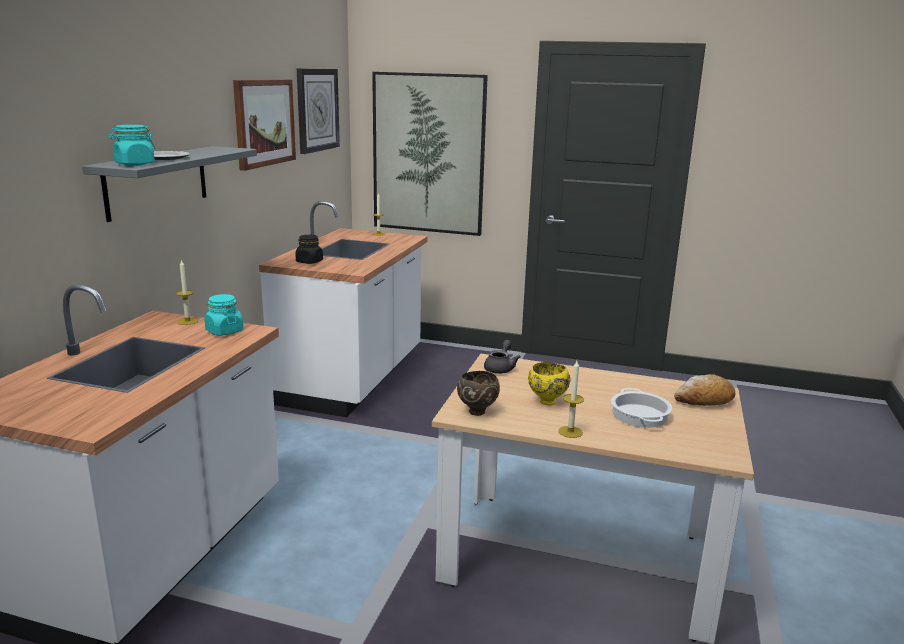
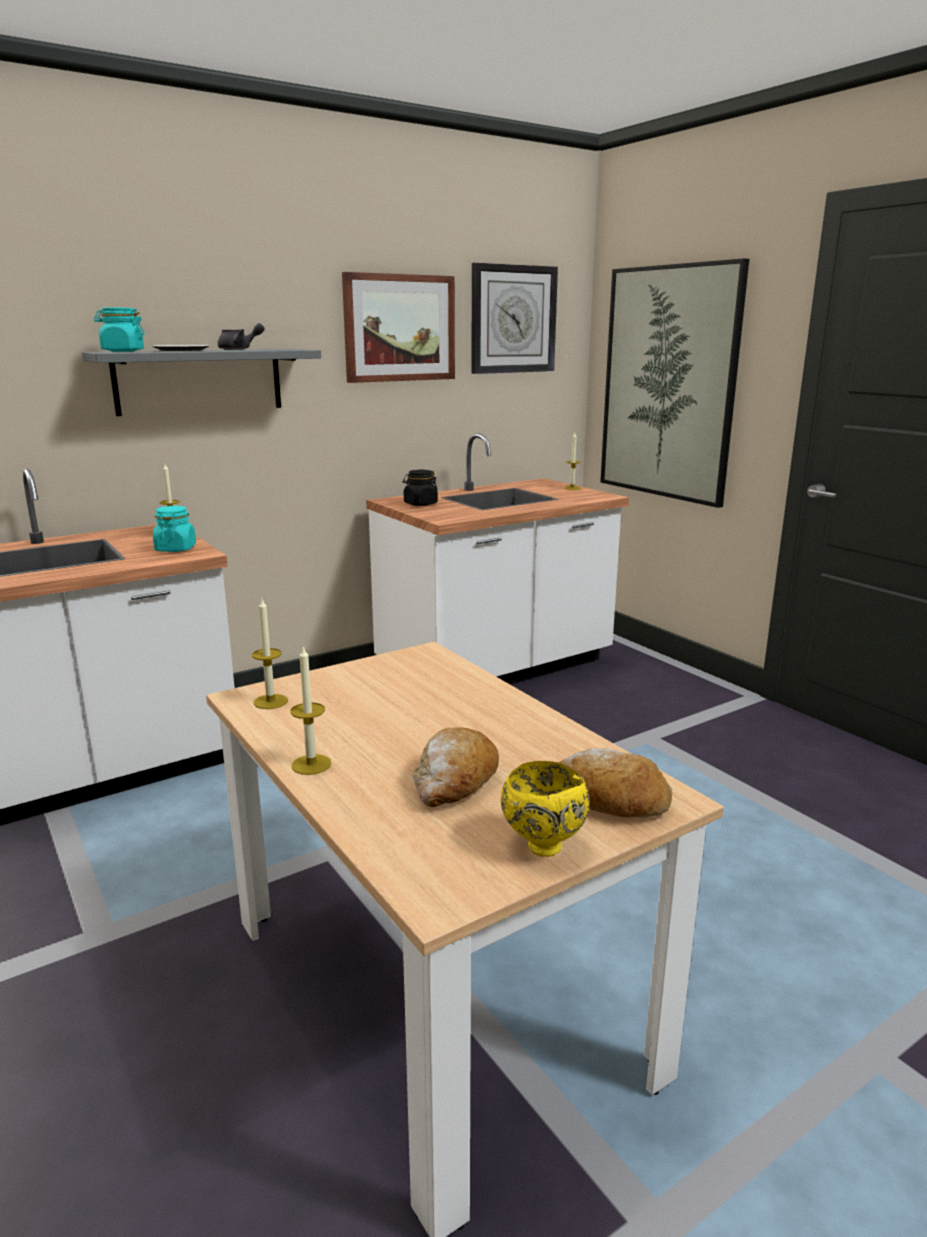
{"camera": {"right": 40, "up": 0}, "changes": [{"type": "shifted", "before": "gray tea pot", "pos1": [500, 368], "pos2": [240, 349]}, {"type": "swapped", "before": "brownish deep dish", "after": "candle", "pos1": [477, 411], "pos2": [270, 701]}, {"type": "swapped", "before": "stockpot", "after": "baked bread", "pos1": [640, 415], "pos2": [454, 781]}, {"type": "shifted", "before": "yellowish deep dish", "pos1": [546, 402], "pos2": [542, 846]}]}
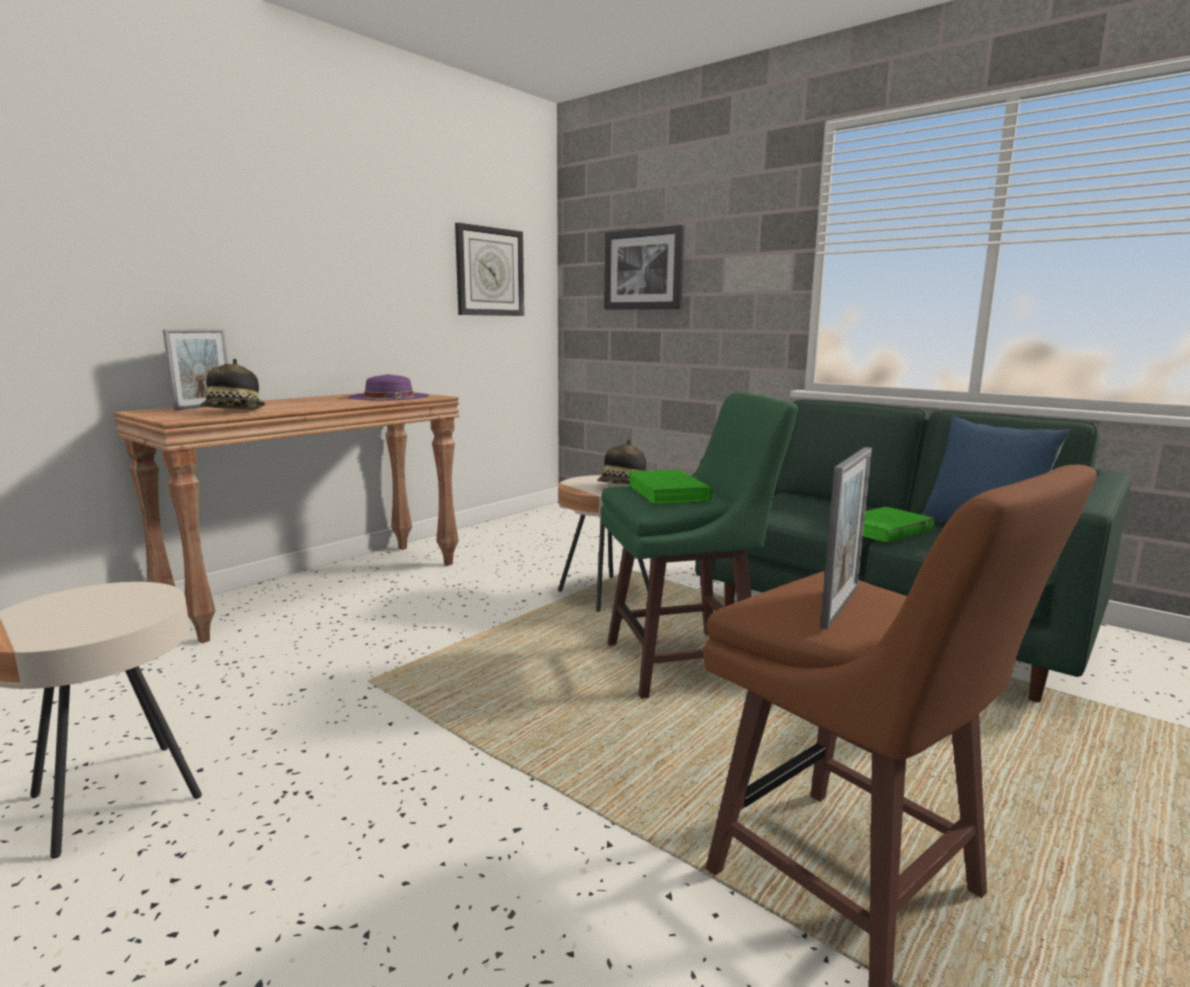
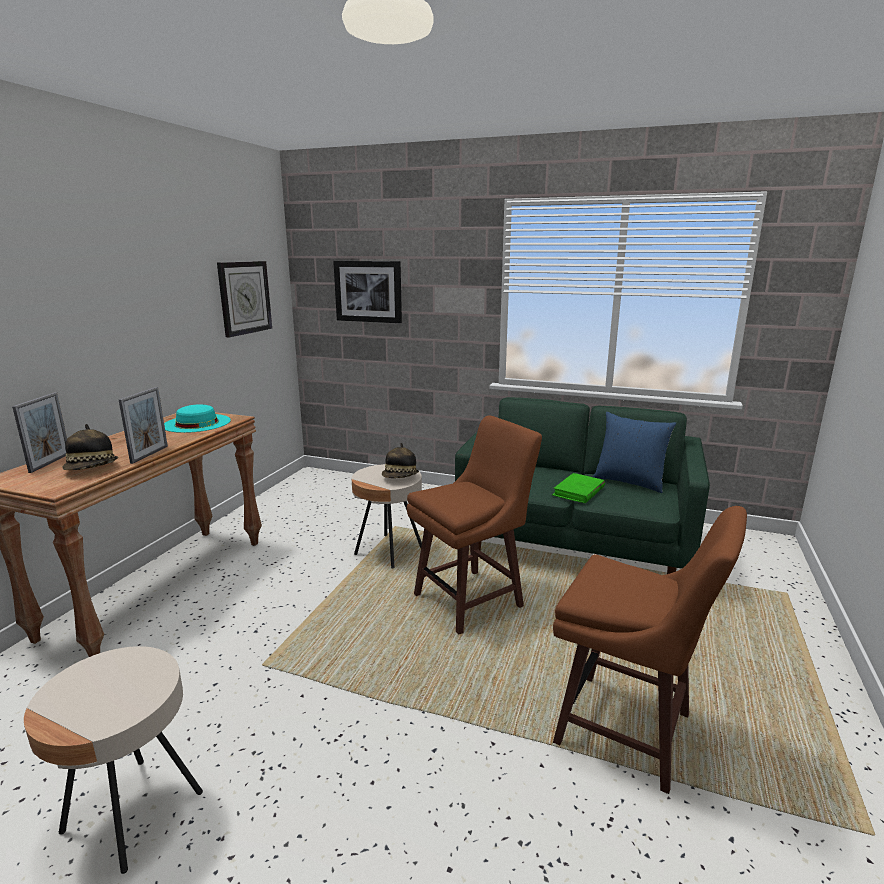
{"camera": {"right": -20, "up": 5}, "changes": [{"type": "shifted", "before": "photo frame", "pos1": [840, 606], "pos2": [149, 454]}, {"type": "repainted", "before": "purplish clothing hat", "after": "turquoise-coloured clothing hat", "pos1": [389, 396], "pos2": [197, 423]}, {"type": "repainted", "before": "green sitting stool", "after": "brownish sitting stool", "pos1": [685, 663], "pos2": [471, 600]}, {"type": "gone", "before": "green volume", "pos1": [667, 492]}]}
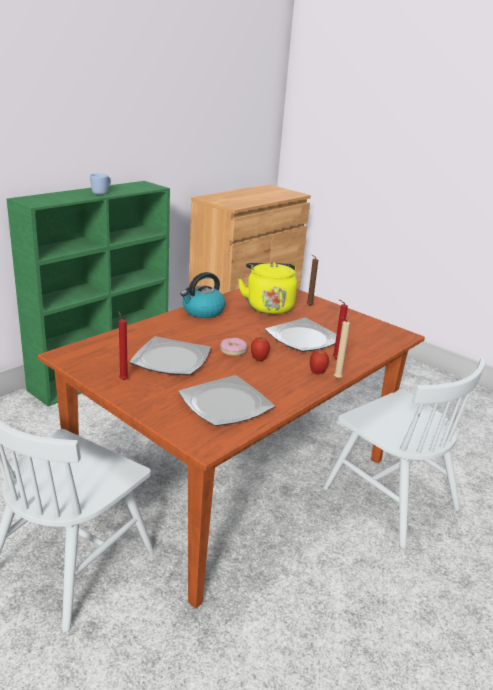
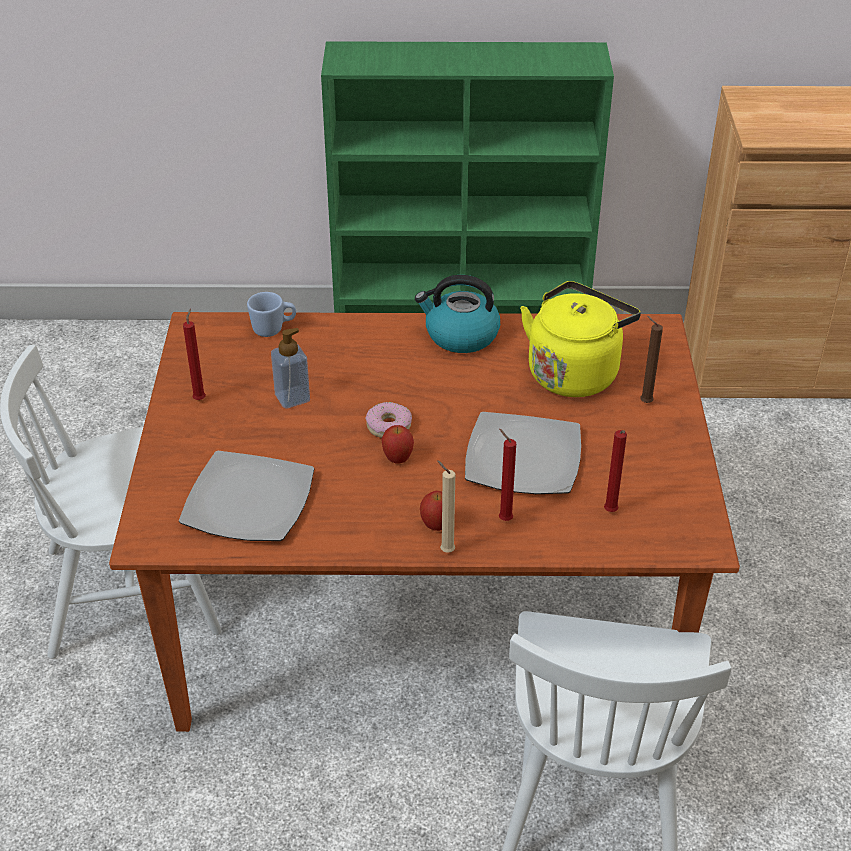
{"camera": {"right": 50, "up": 15}, "changes": [{"type": "shifted", "before": "bluish mug", "pos1": [102, 193], "pos2": [273, 329]}, {"type": "swapped", "before": "dinner plate", "after": "soap dispenser", "pos1": [170, 359], "pos2": [292, 398]}, {"type": "new", "after": "reddish candle", "pos2": [610, 513]}]}
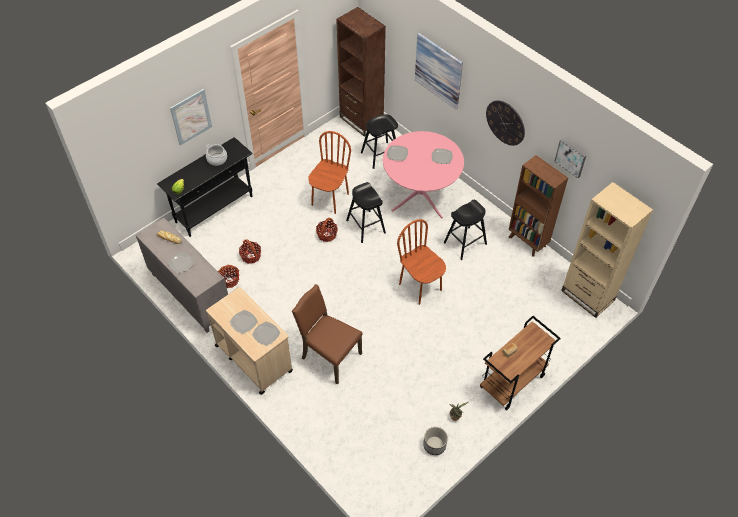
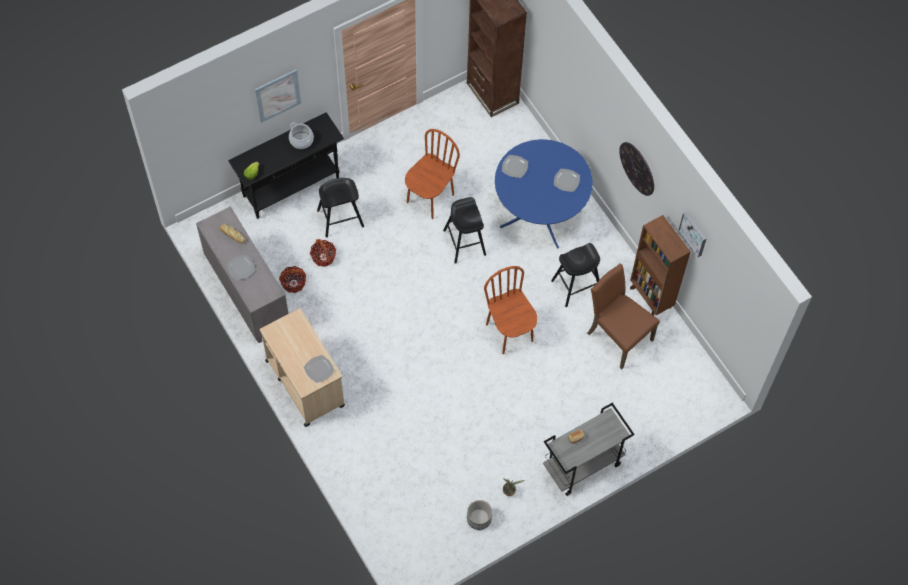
{"camera": {"right": 10, "up": 10}, "changes": [{"type": "shifted", "before": "blackish sitting stool", "pos1": [380, 155], "pos2": [340, 218]}, {"type": "repainted", "before": "pinkish kitchen table", "after": "bluish kitchen table", "pos1": [420, 196], "pos2": [539, 213]}, {"type": "repainted", "before": "brownish cart", "after": "gray cart", "pos1": [512, 382], "pos2": [582, 466]}, {"type": "shifted", "before": "brownish plain chair", "pos1": [329, 356], "pos2": [617, 336]}, {"type": "gone", "before": "dinner plate", "pos1": [243, 322]}, {"type": "gone", "before": "household basket", "pos1": [327, 234]}, {"type": "gone", "before": "wall art", "pos1": [438, 71]}, {"type": "gone", "before": "beige-coloured shelving unit", "pos1": [587, 295]}]}
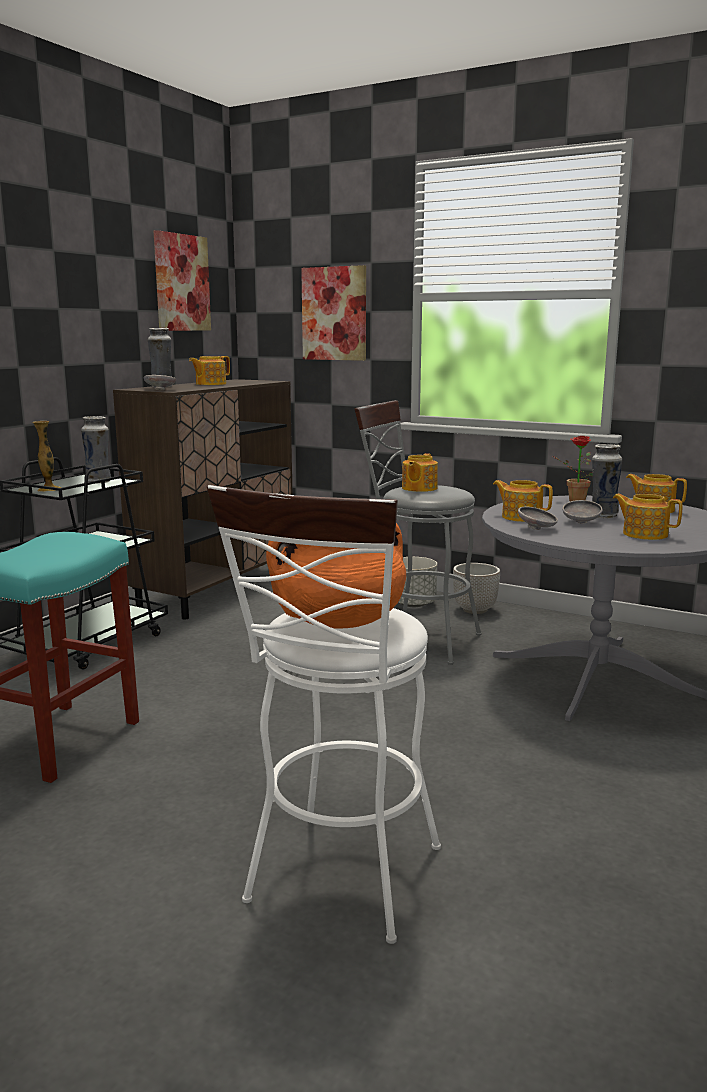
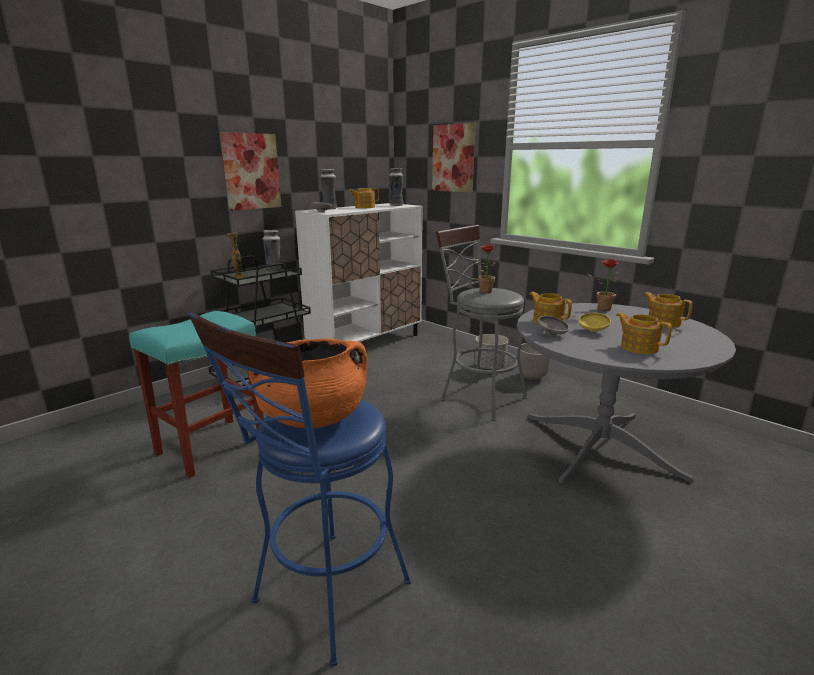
{"camera": {"right": 15, "up": 5}, "changes": [{"type": "repainted", "before": "whitish sitting stool", "after": "bluish sitting stool", "pos1": [339, 883], "pos2": [323, 600]}, {"type": "shifted", "before": "wall art", "pos1": [181, 283], "pos2": [251, 171]}, {"type": "repainted", "before": "brownish cupboard", "after": "whitish cupboard", "pos1": [217, 589], "pos2": [366, 343]}, {"type": "shifted", "before": "vase", "pos1": [602, 515], "pos2": [396, 205]}, {"type": "swapped", "before": "tea pot", "after": "houseplant", "pos1": [418, 488], "pos2": [483, 291]}, {"type": "repainted", "before": "gray deep dish", "after": "yellowish deep dish", "pos1": [581, 522], "pos2": [592, 331]}]}
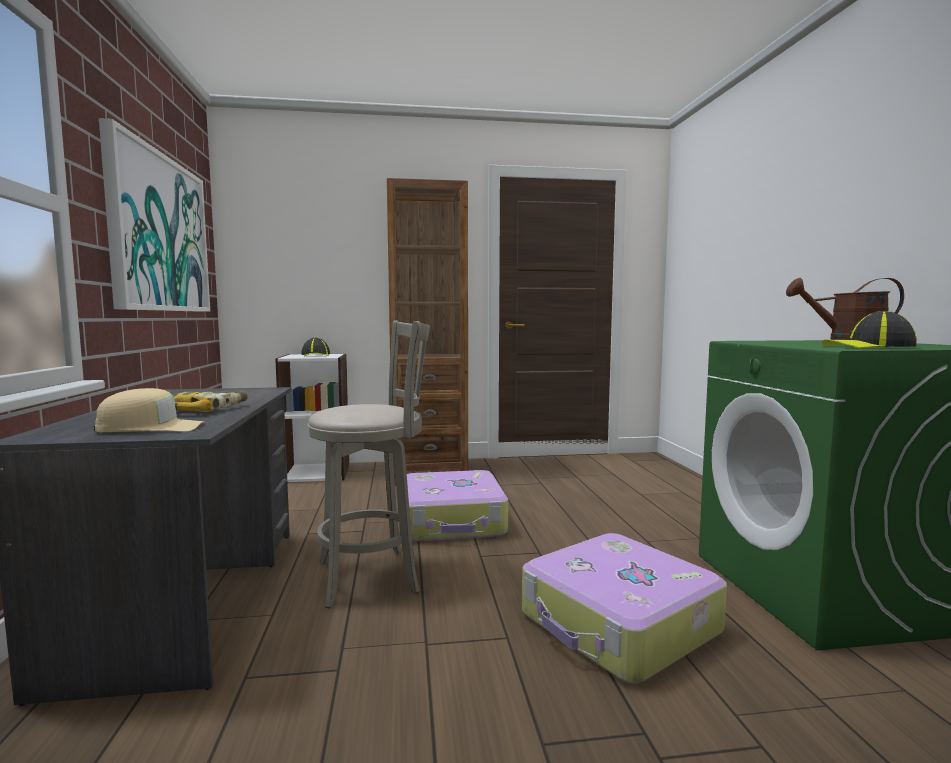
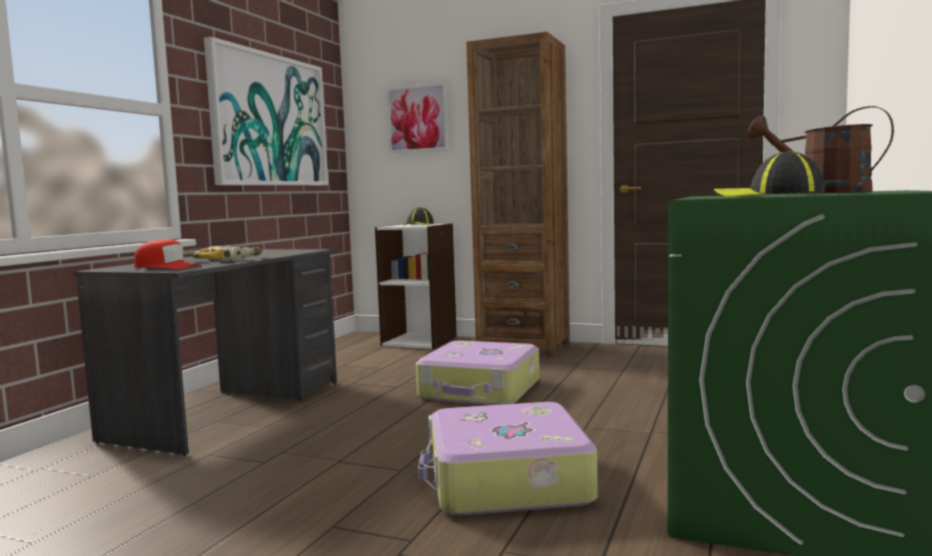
{"camera": {"right": 30, "up": 0}, "changes": [{"type": "repainted", "before": "beige-coloured baseball cap", "after": "reddish baseball cap", "pos1": [151, 428], "pos2": [167, 267]}, {"type": "new", "after": "wall art", "pos2": [417, 118]}, {"type": "gone", "before": "gray sitting stool", "pos1": [374, 575]}]}
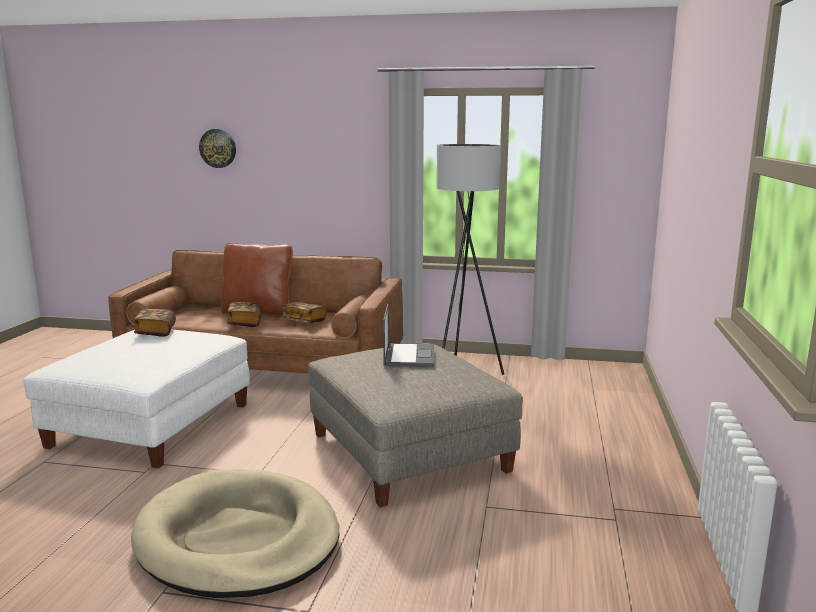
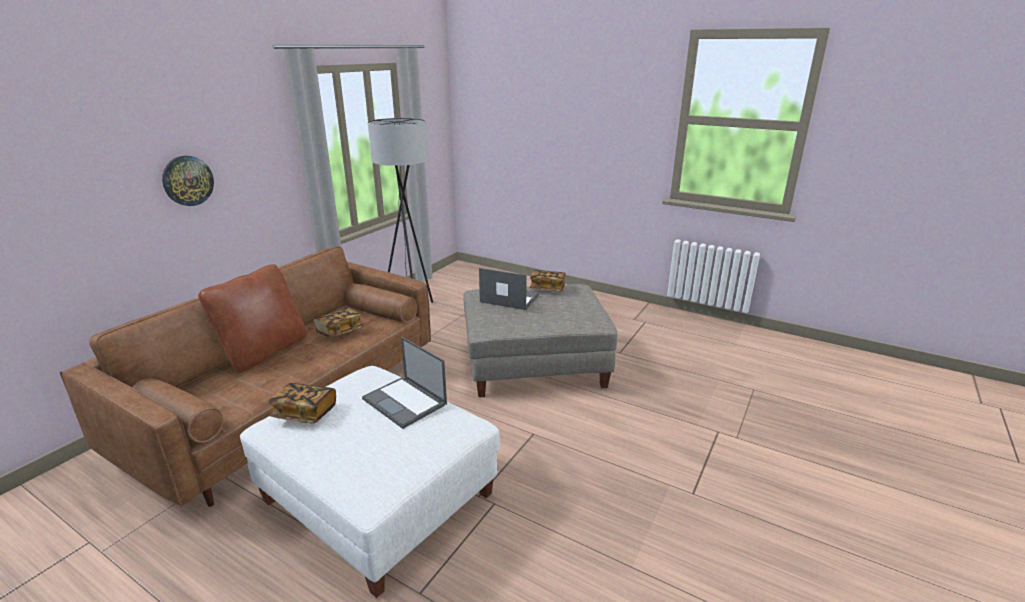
{"camera": {"right": -70, "up": 10}, "changes": [{"type": "shifted", "before": "clock on the wall", "pos1": [218, 148], "pos2": [187, 180]}, {"type": "new", "after": "laptop", "pos2": [405, 402]}, {"type": "shifted", "before": "volume", "pos1": [245, 323], "pos2": [547, 288]}, {"type": "gone", "before": "beige-coloured pet bed", "pos1": [238, 539]}]}
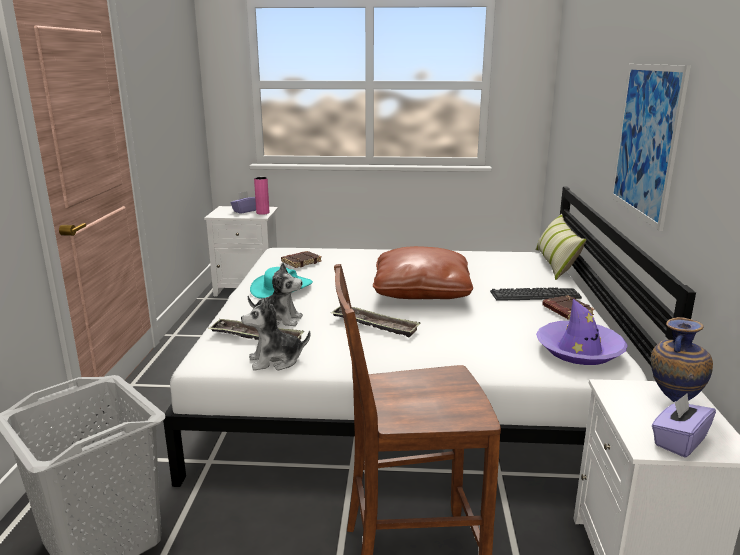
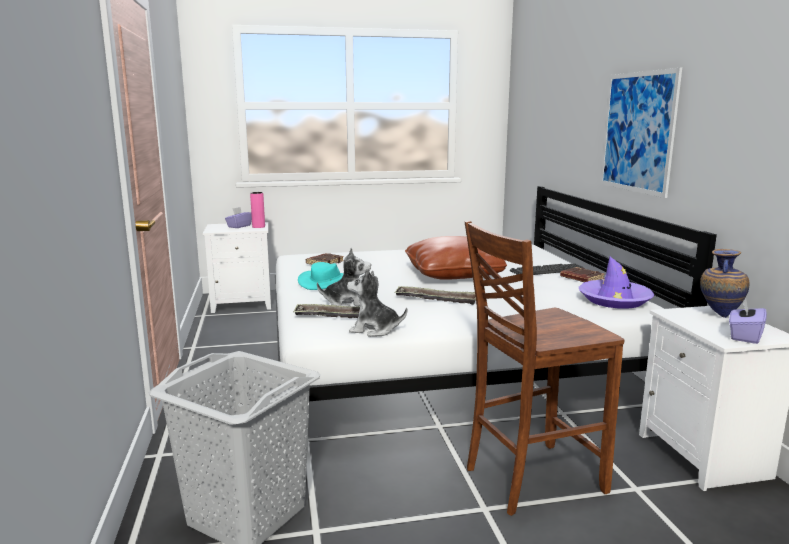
{"camera": {"right": -15, "up": -5}, "changes": [{"type": "rotated", "before": "soft toy", "pos1": [275, 361], "pos2": [374, 330], "turn": 45}, {"type": "gone", "before": "throw pillow", "pos1": [555, 264]}]}
